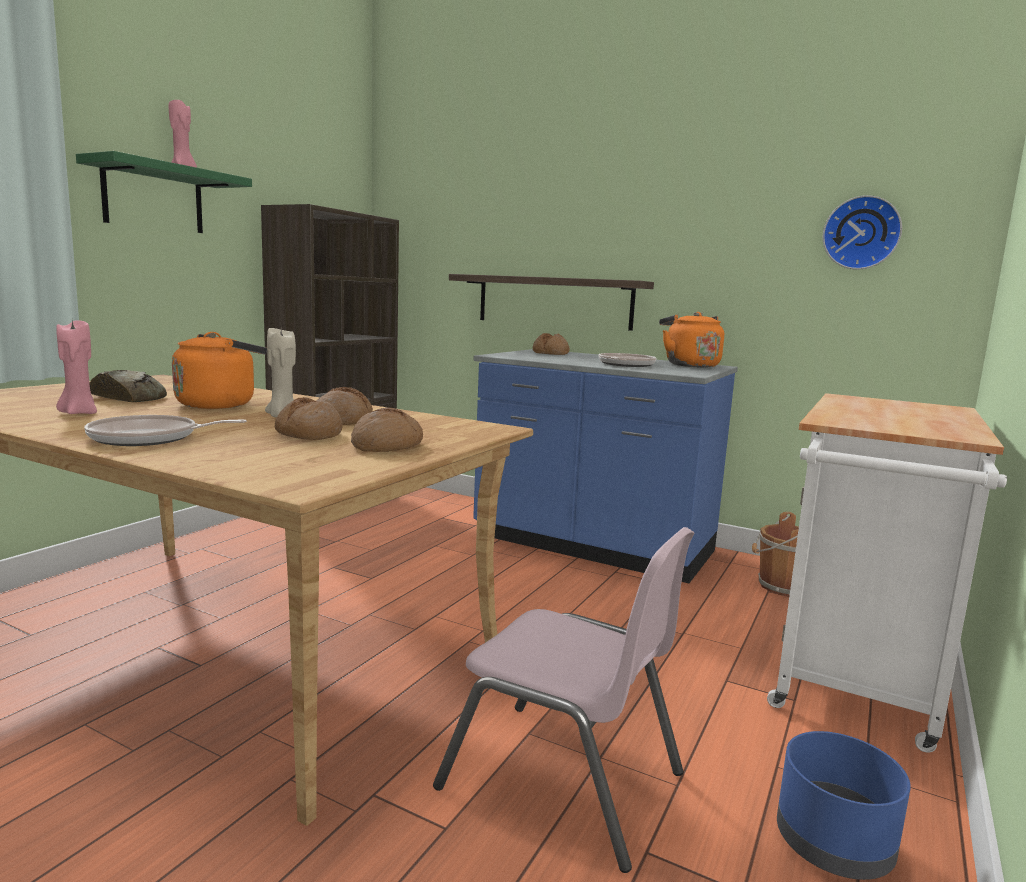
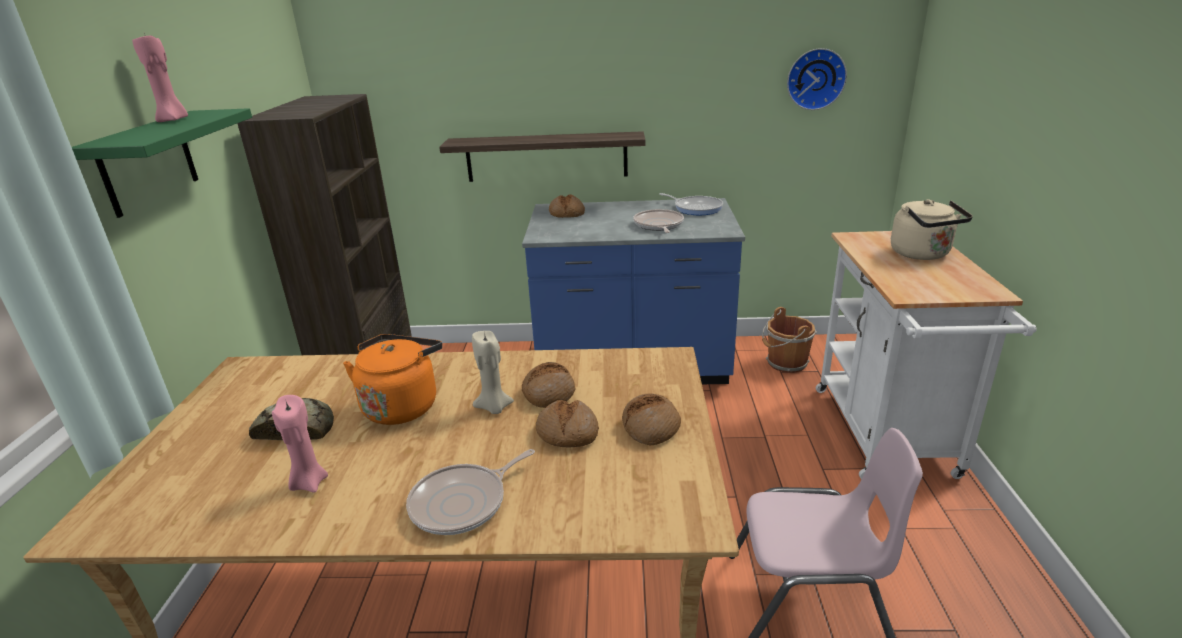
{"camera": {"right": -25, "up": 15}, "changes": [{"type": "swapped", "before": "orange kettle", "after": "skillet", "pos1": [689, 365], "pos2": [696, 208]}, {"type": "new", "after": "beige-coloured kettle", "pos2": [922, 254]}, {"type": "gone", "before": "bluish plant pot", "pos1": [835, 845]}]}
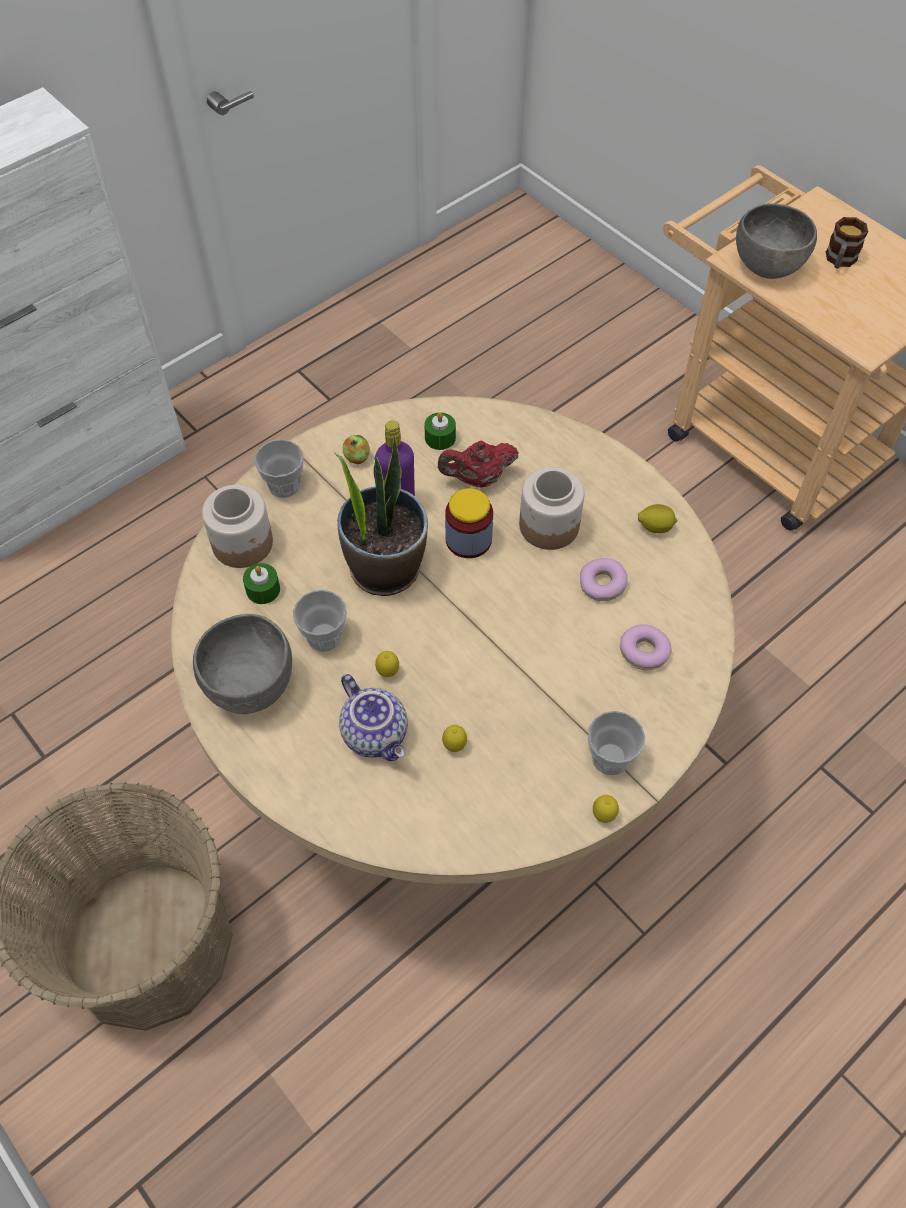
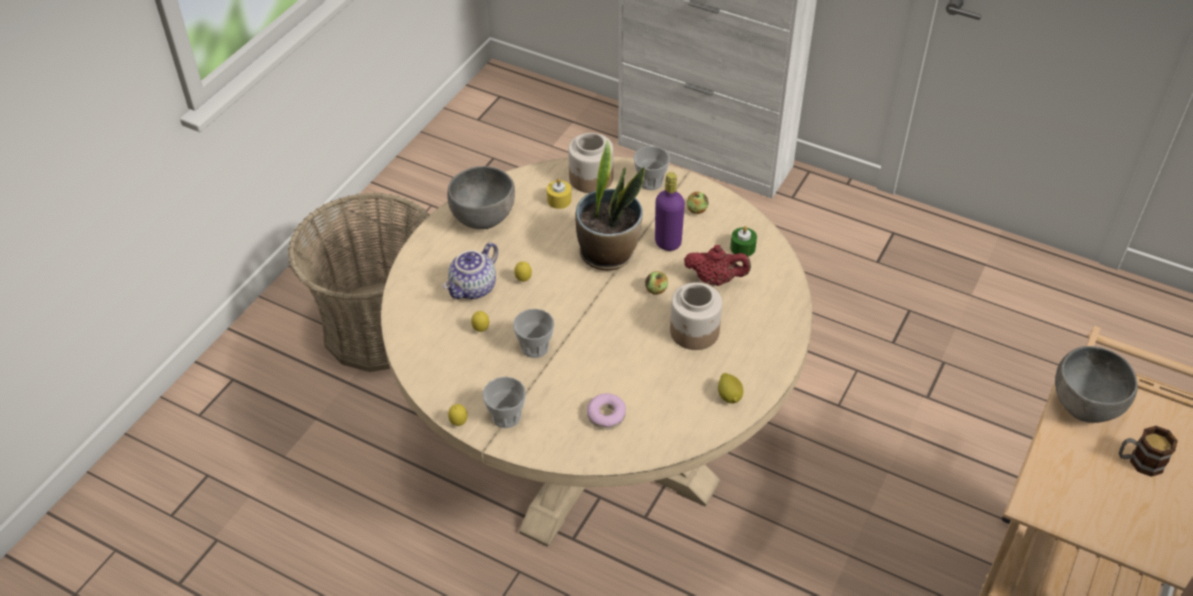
{"camera": {"right": 70, "up": -10}, "changes": [{"type": "shifted", "before": "drinking cup", "pos1": [324, 636], "pos2": [535, 347]}, {"type": "repainted", "before": "green candle", "after": "yellowish candle", "pos1": [263, 589], "pos2": [559, 200]}, {"type": "swapped", "before": "jar", "after": "whole apple", "pos1": [468, 540], "pos2": [656, 290]}, {"type": "rotated", "before": "reddish tea pot", "pos1": [477, 479], "pos2": [715, 279], "turn": 135}, {"type": "gone", "before": "ring doughnut", "pos1": [602, 584]}]}
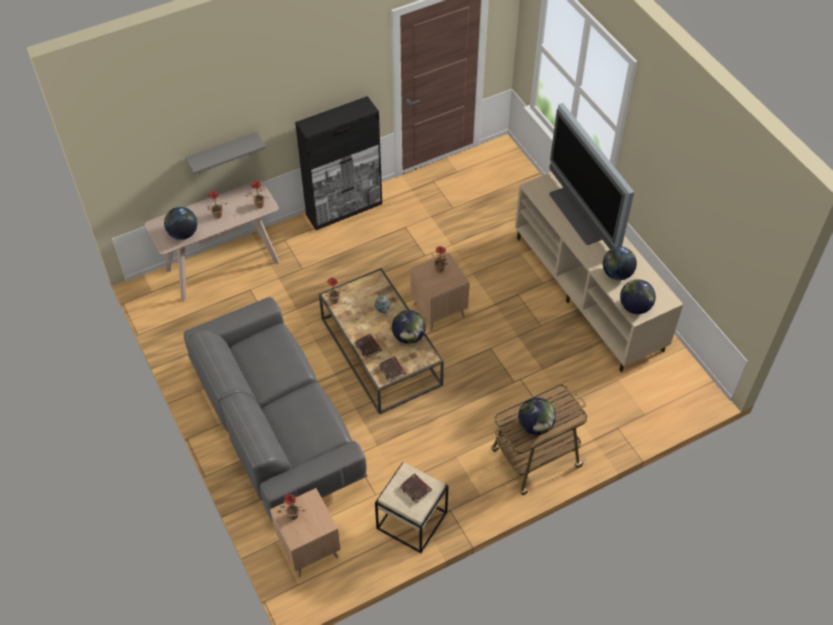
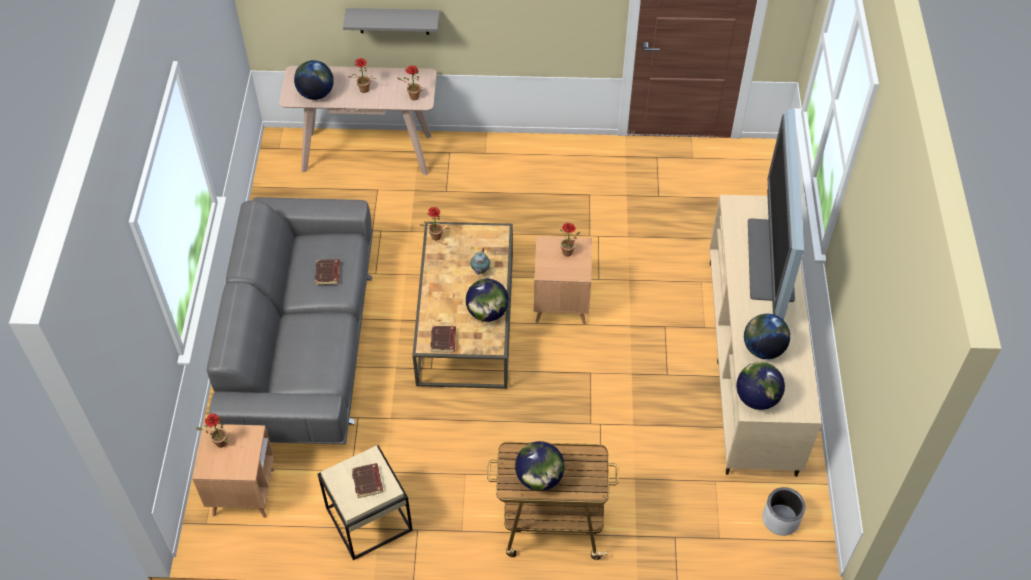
{"camera": {"right": 30, "up": 0}, "changes": [{"type": "shifted", "before": "brownish volume", "pos1": [368, 347], "pos2": [328, 274]}, {"type": "new", "after": "gray plant pot", "pos2": [780, 519]}, {"type": "gone", "before": "blackish cupboard", "pos1": [344, 209]}]}
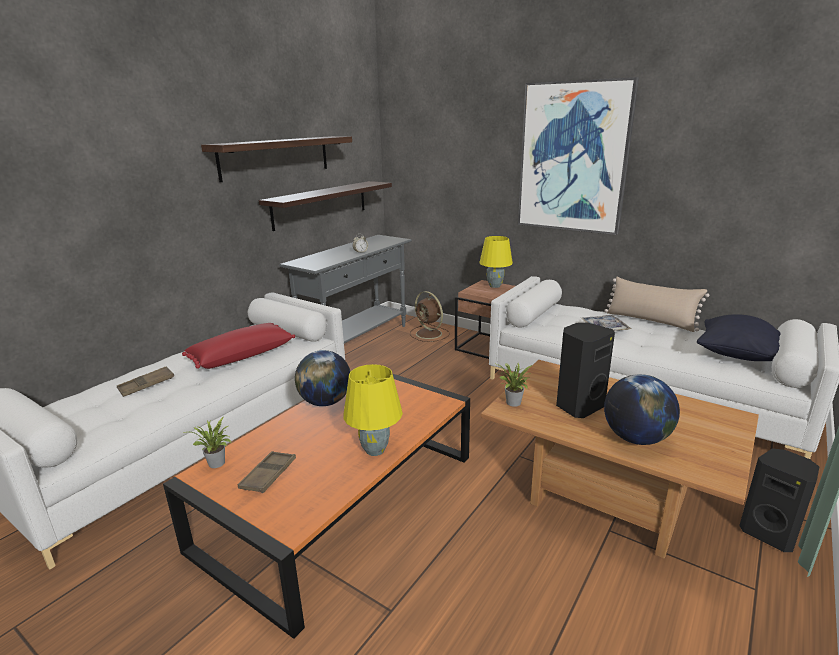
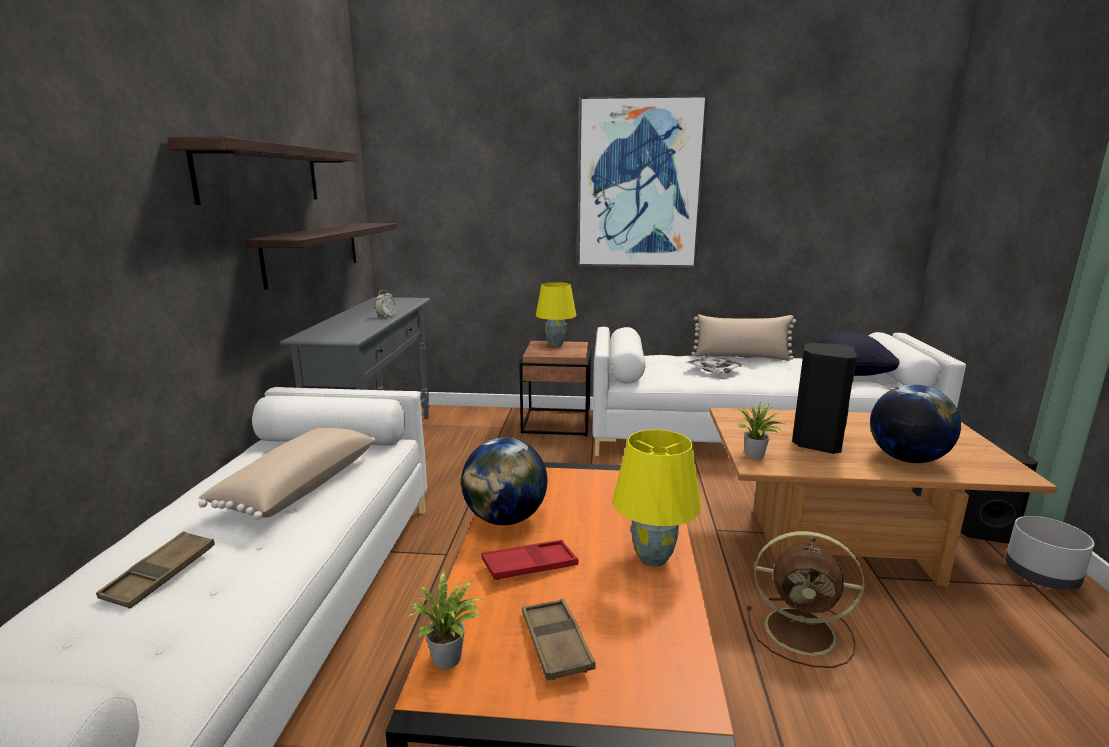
{"camera": {"right": -30, "up": -5}, "changes": [{"type": "repainted", "before": "reddish throw pillow", "after": "beige-coloured throw pillow", "pos1": [241, 355], "pos2": [297, 487]}, {"type": "new", "after": "reddish tray", "pos2": [530, 565]}, {"type": "shifted", "before": "brownish cooling fan", "pos1": [429, 334], "pos2": [803, 632]}, {"type": "new", "after": "gray plant pot", "pos2": [1042, 576]}]}
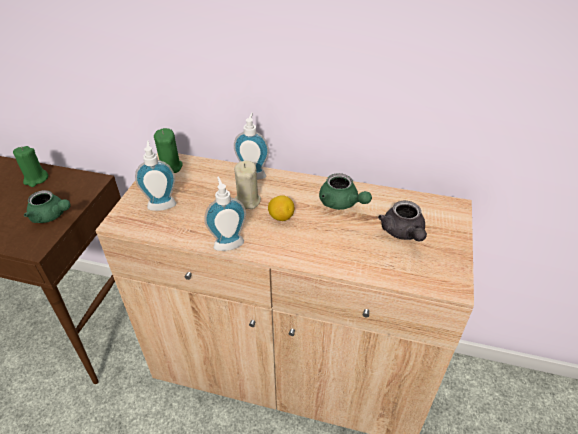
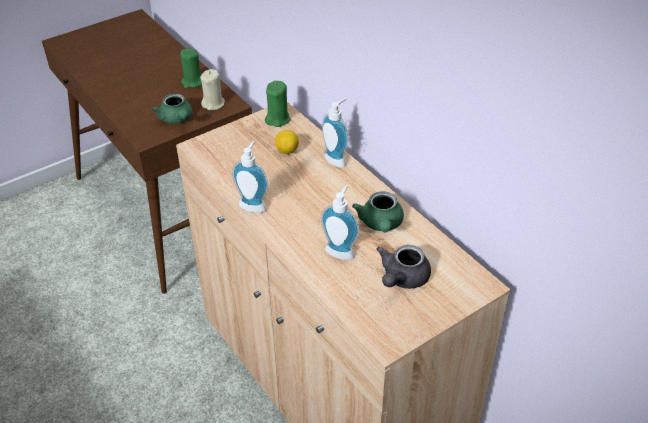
{"camera": {"right": 40, "up": 0}, "changes": [{"type": "shifted", "before": "beige-coloured candle", "pos1": [247, 201], "pos2": [213, 104]}, {"type": "shifted", "before": "lemon", "pos1": [281, 217], "pos2": [287, 151]}, {"type": "shifted", "before": "soap dispenser", "pos1": [162, 203], "pos2": [341, 250]}]}
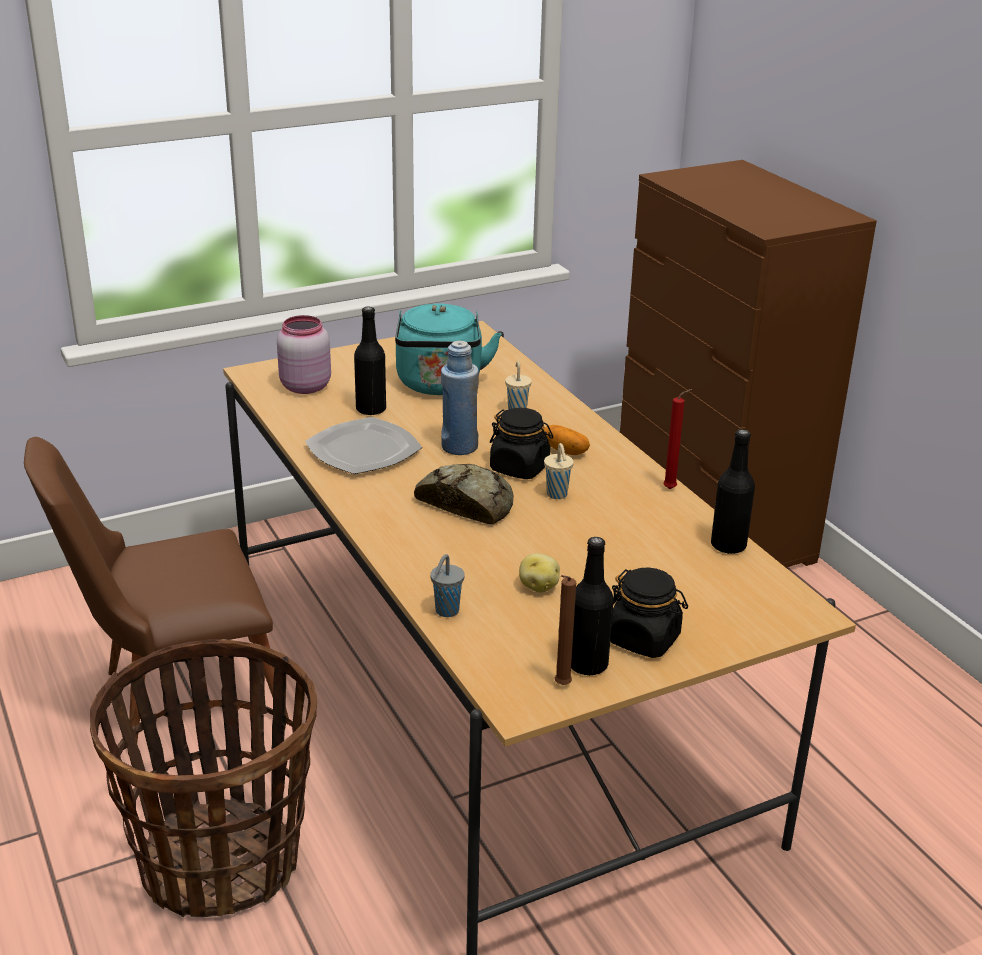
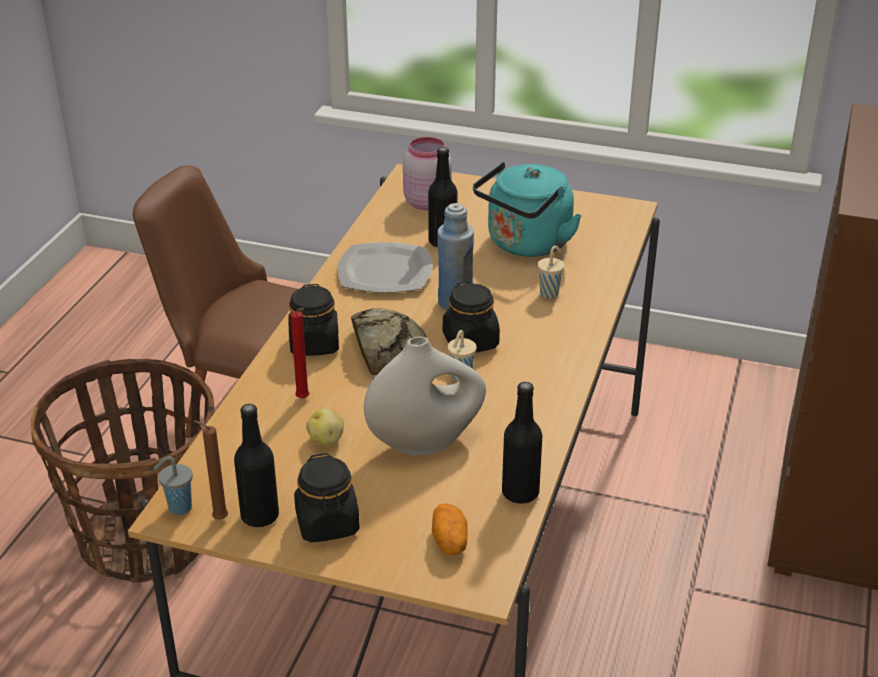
{"camera": {"right": 45, "up": 5}, "changes": [{"type": "shifted", "before": "gray drinking cup", "pos1": [446, 611], "pos2": [178, 508]}, {"type": "new", "after": "blackish jar", "pos2": [314, 344]}, {"type": "shifted", "before": "reddish candle", "pos1": [672, 489], "pos2": [304, 399]}, {"type": "new", "after": "whitish vase", "pos2": [426, 442]}, {"type": "shifted", "before": "whole potato", "pos1": [565, 451], "pos2": [449, 541]}]}
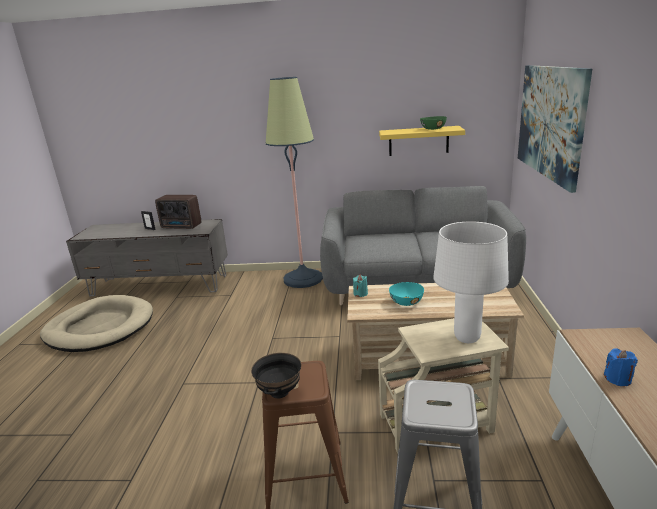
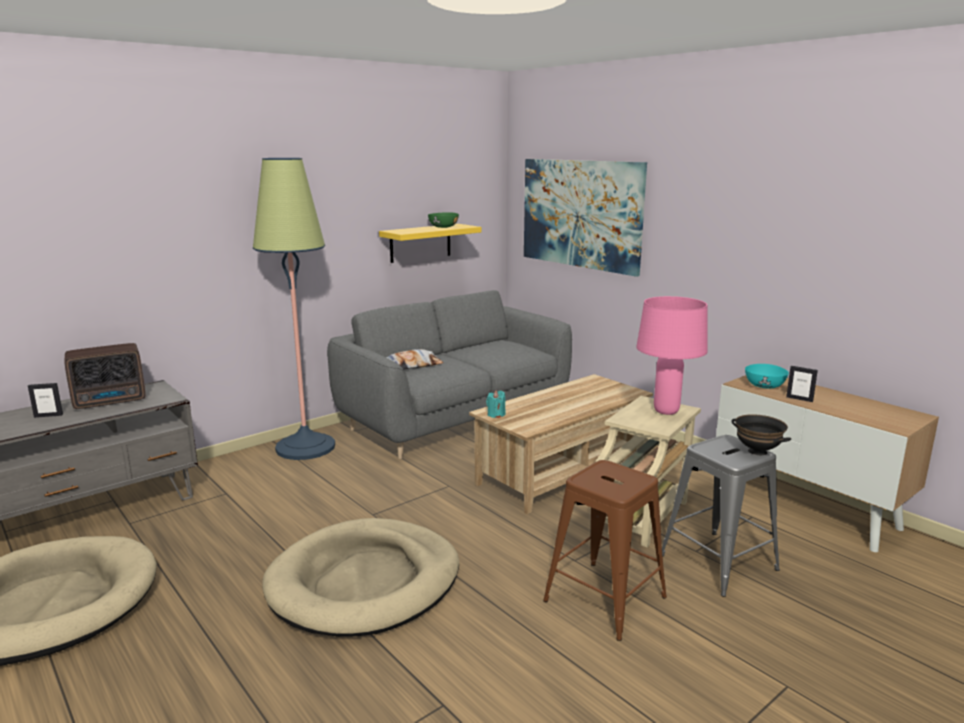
{"camera": {"right": -45, "up": -5}, "changes": [{"type": "new", "after": "beige-coloured pet bed", "pos2": [365, 582]}, {"type": "new", "after": "throw pillow", "pos2": [412, 365]}, {"type": "repainted", "before": "whitish lamp for a table", "after": "pinkish lamp for a table", "pos1": [466, 338], "pos2": [665, 411]}, {"type": "shifted", "before": "blackish deep dish", "pos1": [279, 392], "pos2": [757, 451]}, {"type": "shifted", "before": "turquoise-coloured deep dish", "pos1": [406, 302], "pos2": [764, 386]}, {"type": "swapped", "before": "bluish candle", "after": "photo frame", "pos1": [618, 379], "pos2": [799, 399]}]}
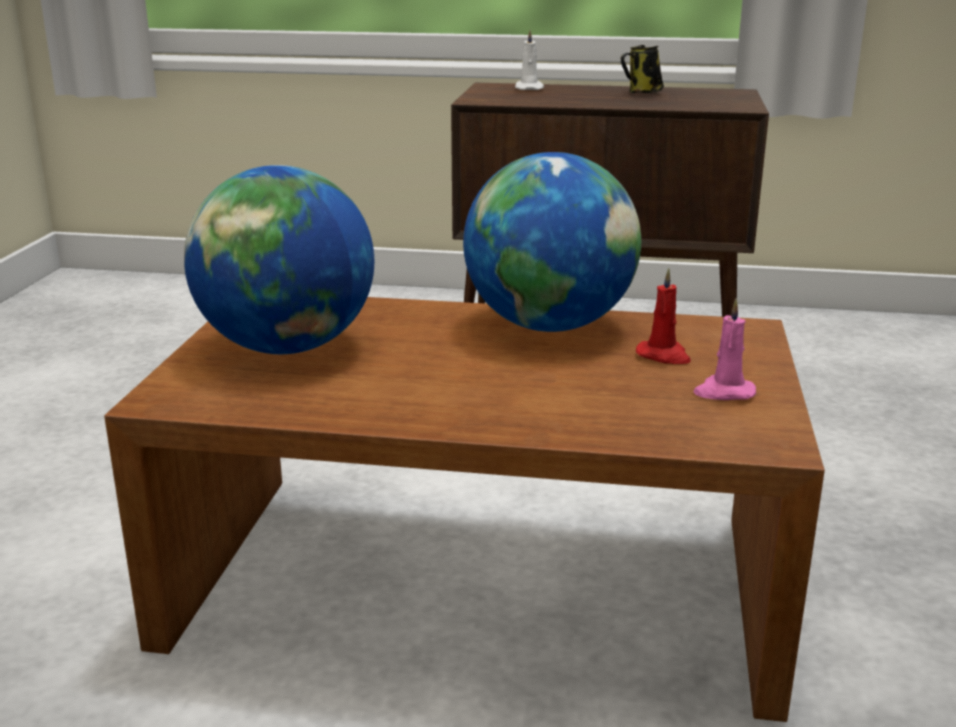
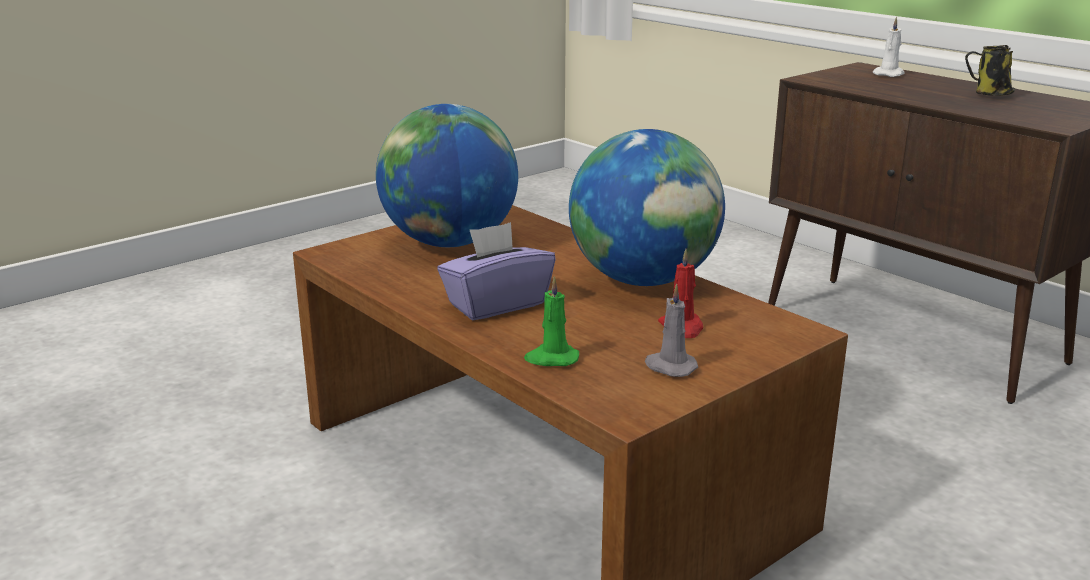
{"camera": {"right": 40, "up": 0}, "changes": [{"type": "new", "after": "purplish tissue box", "pos2": [496, 304]}, {"type": "new", "after": "green candle", "pos2": [551, 358]}, {"type": "repainted", "before": "pinkish candle", "after": "gray candle", "pos1": [723, 392], "pos2": [669, 367]}]}
